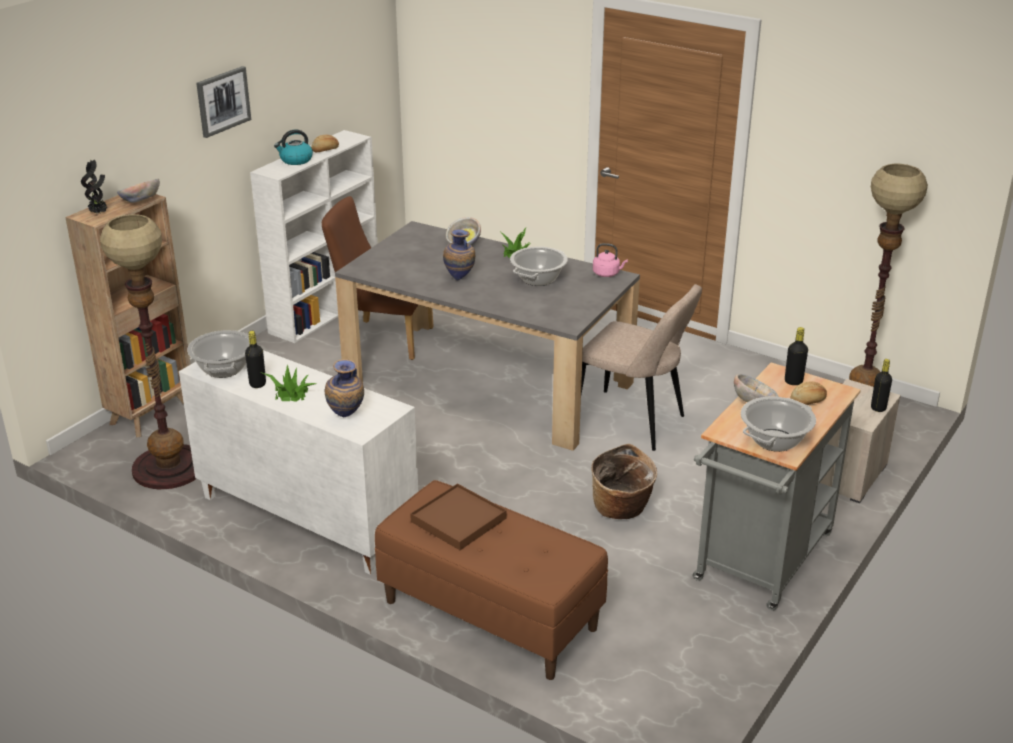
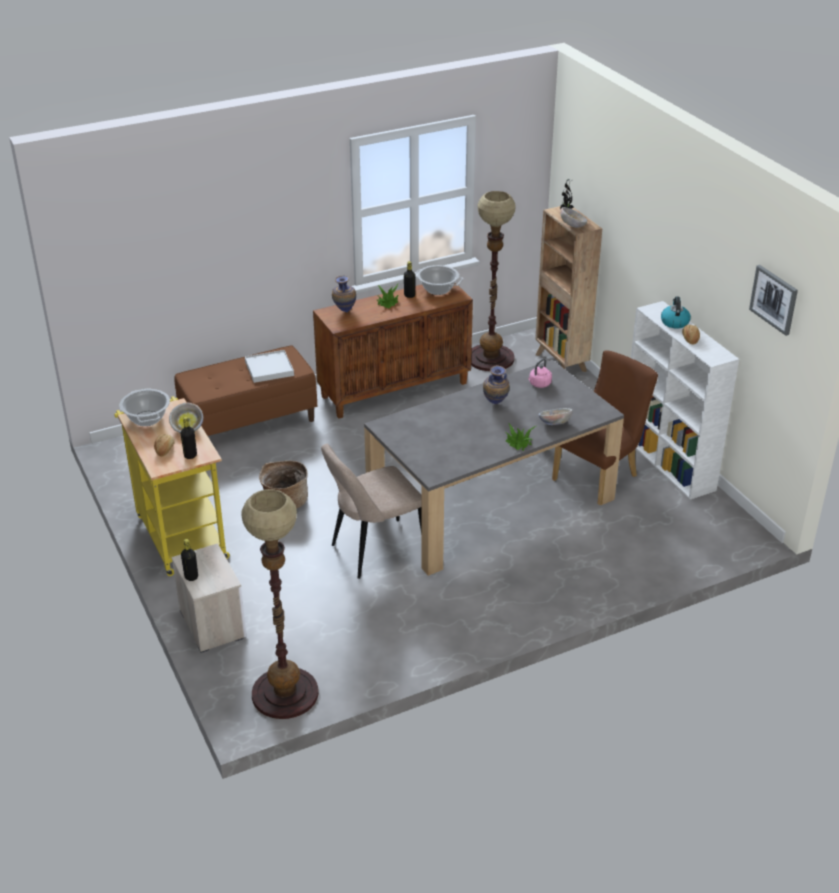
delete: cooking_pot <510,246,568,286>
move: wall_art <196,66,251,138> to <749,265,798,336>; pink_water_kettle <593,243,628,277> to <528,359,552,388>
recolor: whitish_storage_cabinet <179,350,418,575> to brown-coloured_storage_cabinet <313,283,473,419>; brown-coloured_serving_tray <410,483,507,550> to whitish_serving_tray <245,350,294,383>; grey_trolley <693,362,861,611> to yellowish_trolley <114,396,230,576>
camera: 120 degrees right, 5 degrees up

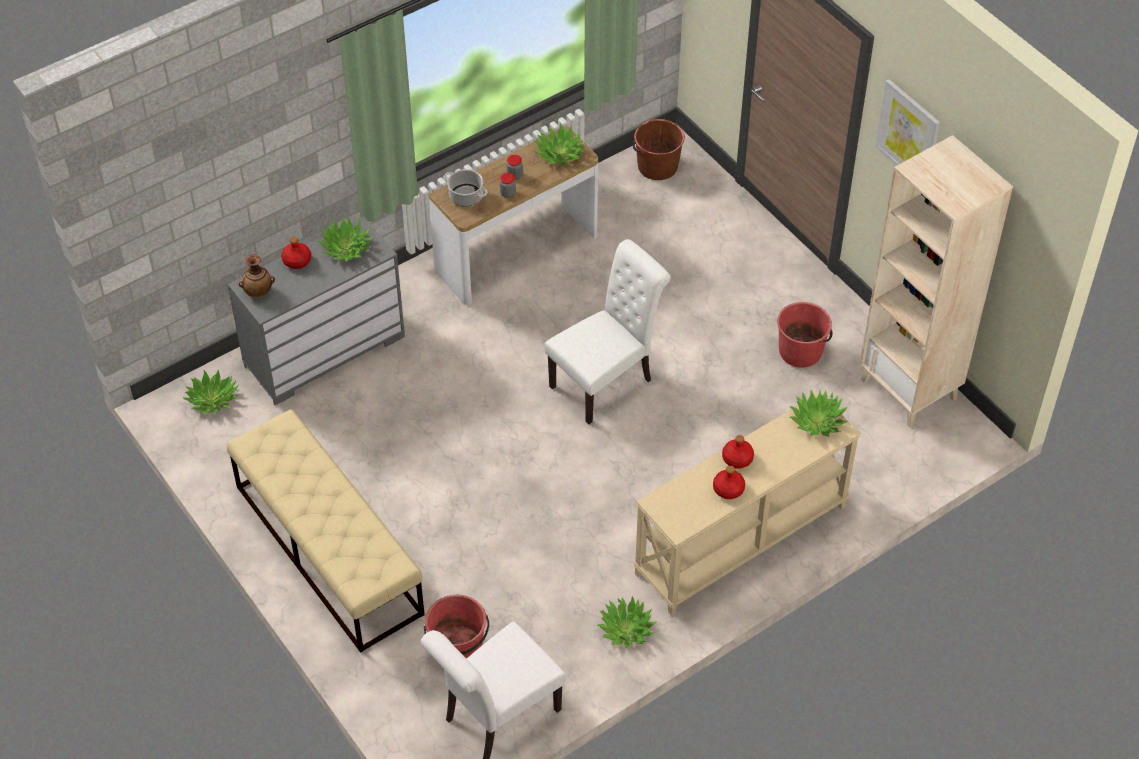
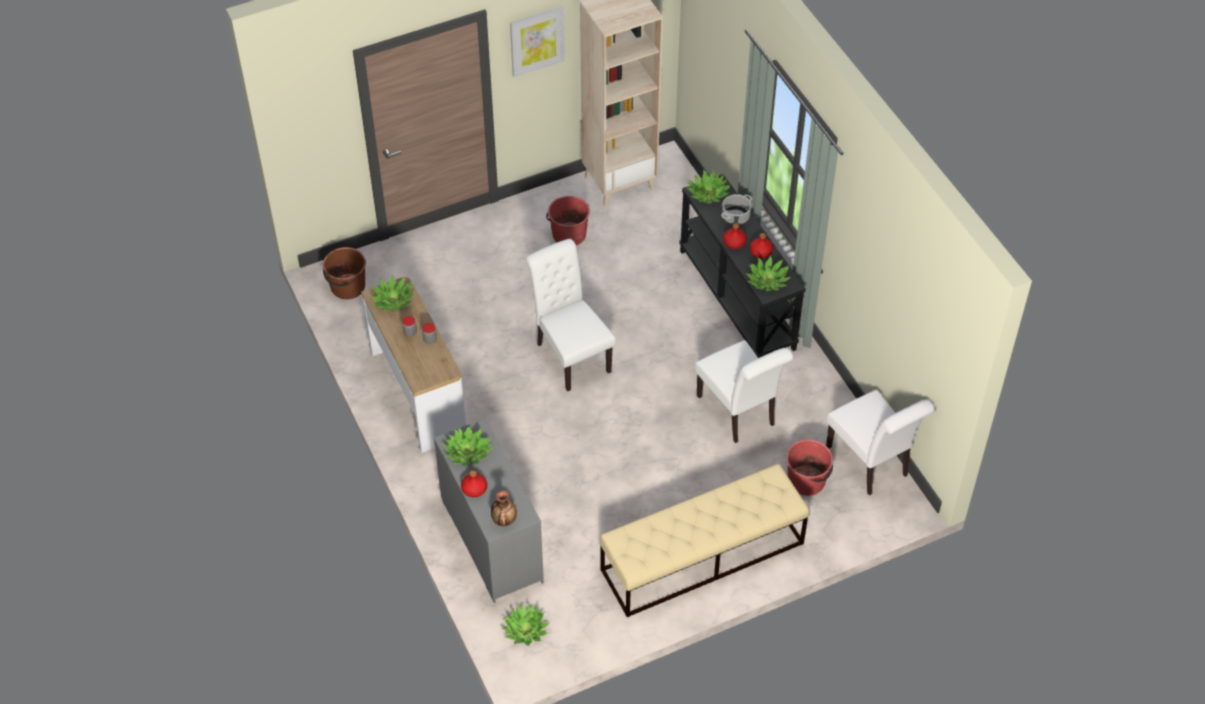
insert: whitish_upright_chair <695,340,794,443>
move: cooking_pot <443,169,488,207> to <721,194,752,225>; houseplant <597,596,657,648> to <745,255,791,291>
recolor: beige_console_table <633,393,861,616> to black_console_table <679,174,806,358>
camera: 80 degrees left, 0 degrees up

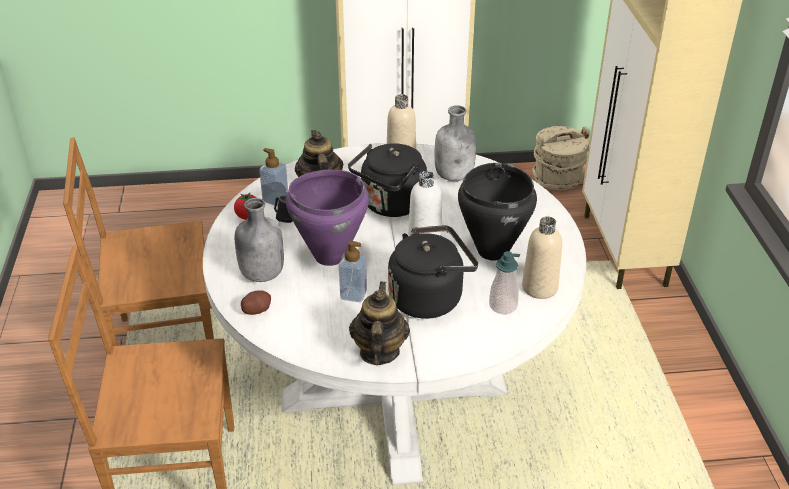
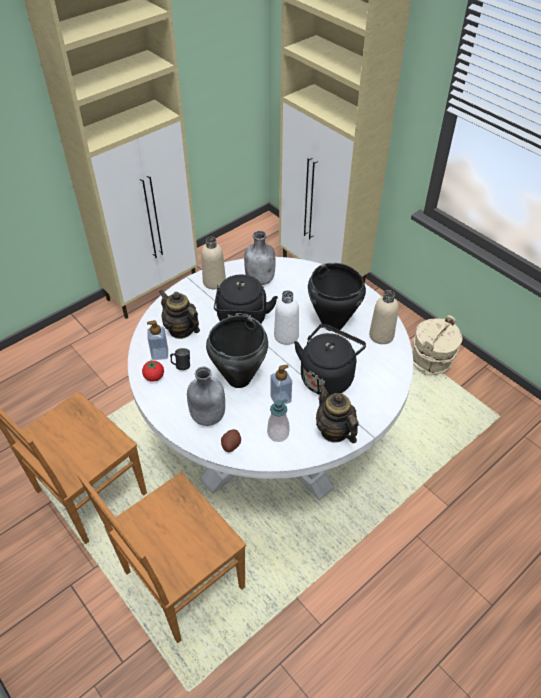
move: soap_dispenser <489,251,520,314> to <267,399,289,442>; beige_bucket <532,126,590,190> to <412,315,462,376>
recolor: purplish_cooking_pot <286,170,369,266> to black_cooking_pot <206,315,268,388>
camera: 35 degrees left, 10 degrees up

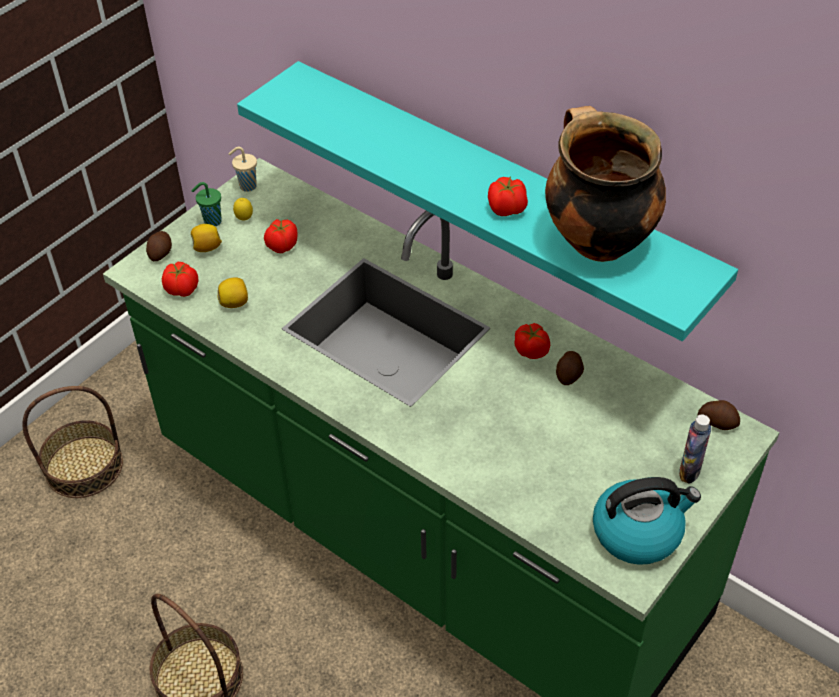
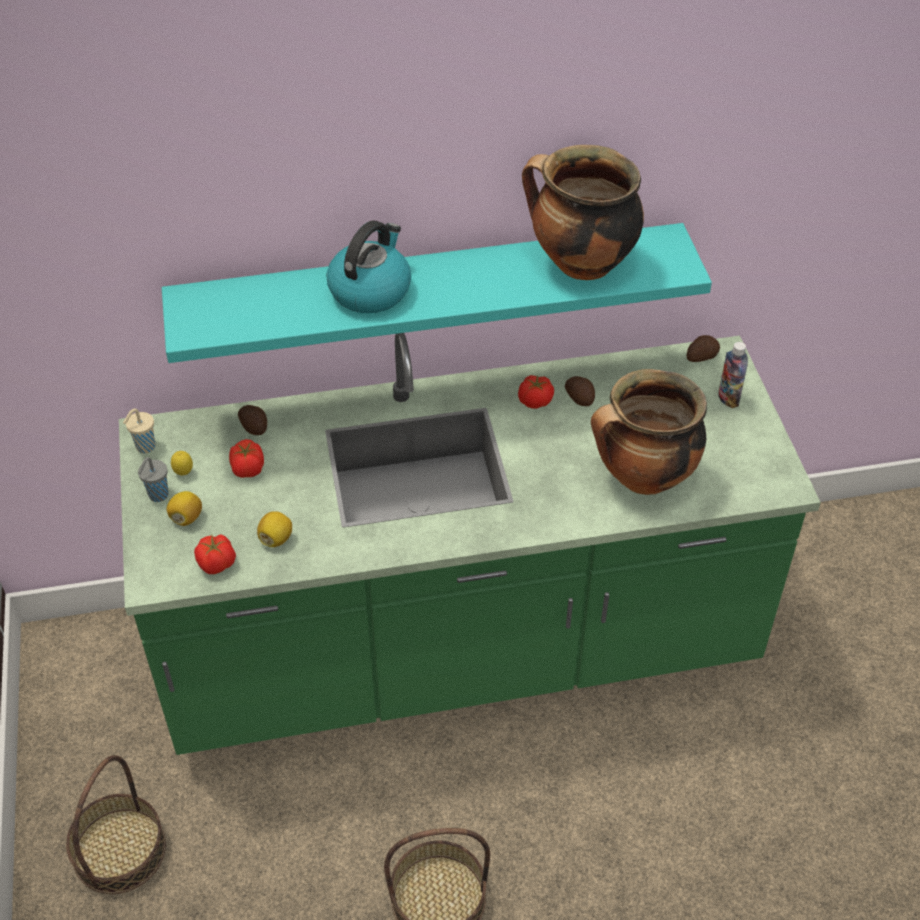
delete: whole_tomato <488,177,528,216>
insert: cooking_pot <591,369,707,495>
move: potato <146,231,172,261> to <238,405,267,435>; water_kettle <593,477,701,565> to <327,220,411,313>
recolor: green-coloured_cup <191,182,222,226> to grey_cup <138,457,169,502>
camera: 50 degrees left, 0 degrees up

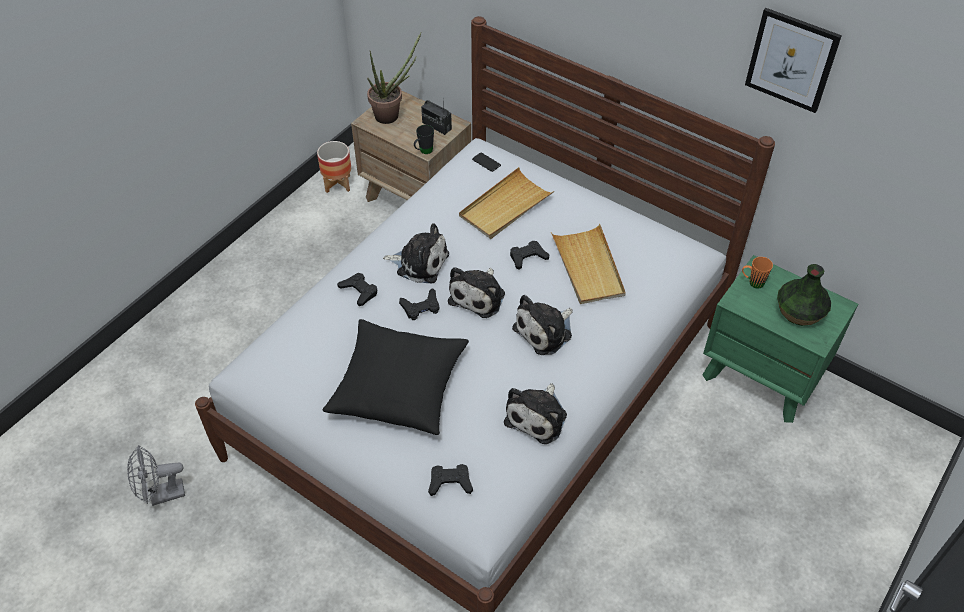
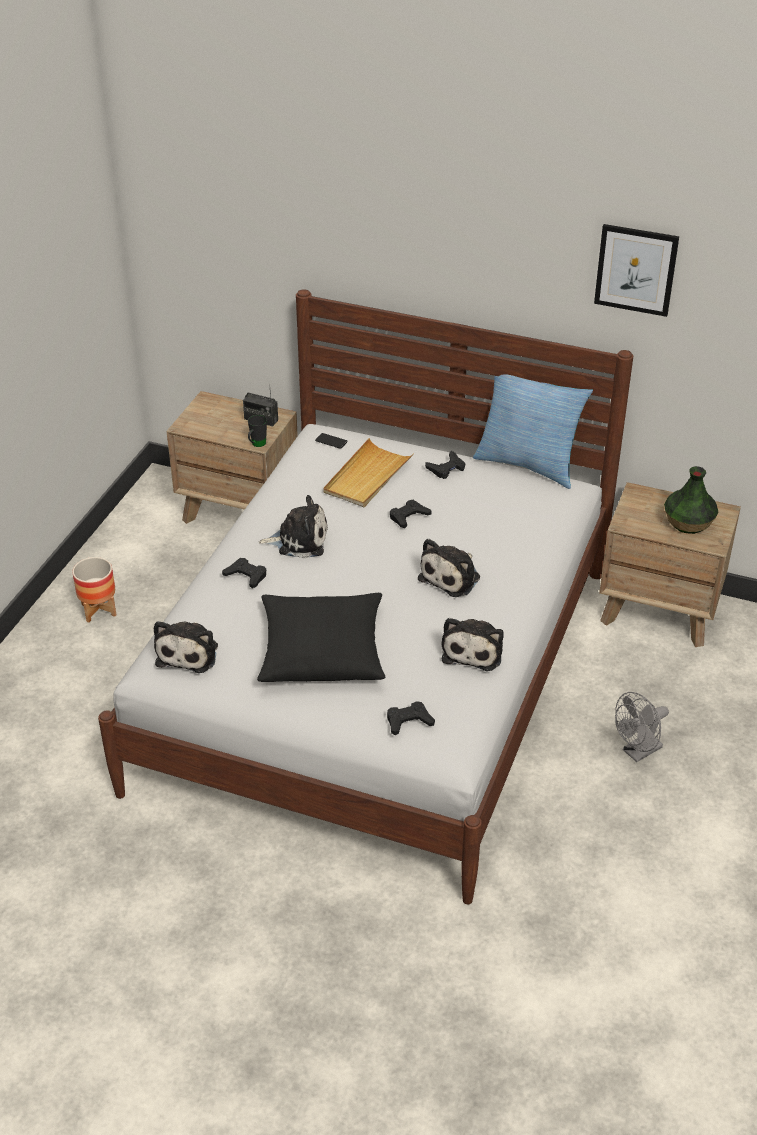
delete: houseplant <367,32,421,124>; beige_serving_tray <551,224,626,304>; orangey_coffee_mug <742,257,773,289>
insert: pillow <473,375,593,489>
move: grey_electric_fan <127,445,185,506> to <615,692,669,762>; flower_pot <317,141,351,193> to <72,557,117,623>; black_joypad <399,288,439,320> to <425,451,465,479>; cuddly_toy <448,267,505,318> to <154,621,218,673>
recolor: green-coloured_night_table <702,255,858,423> to brown-coloured_night_table <599,482,741,647>
camera: 15 degrees left, 10 degrees down

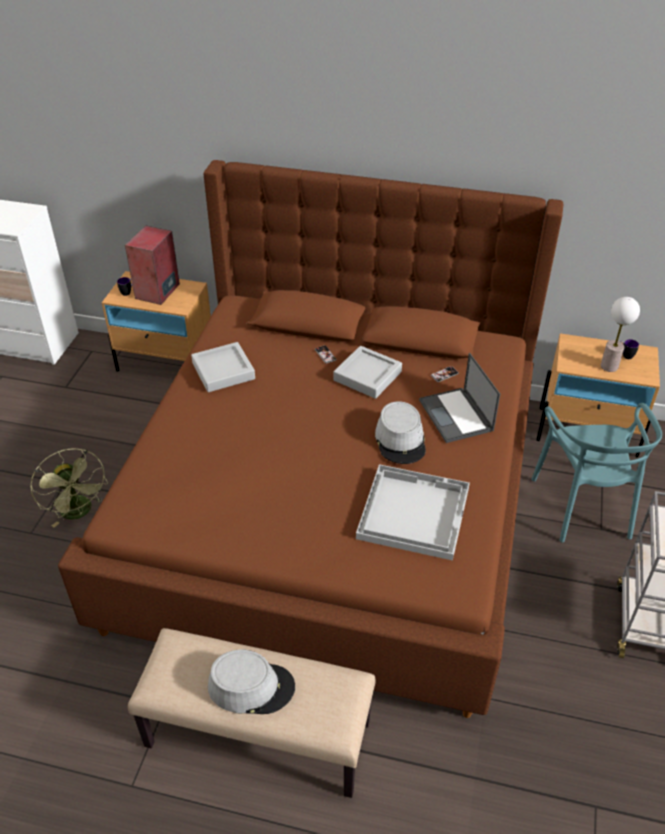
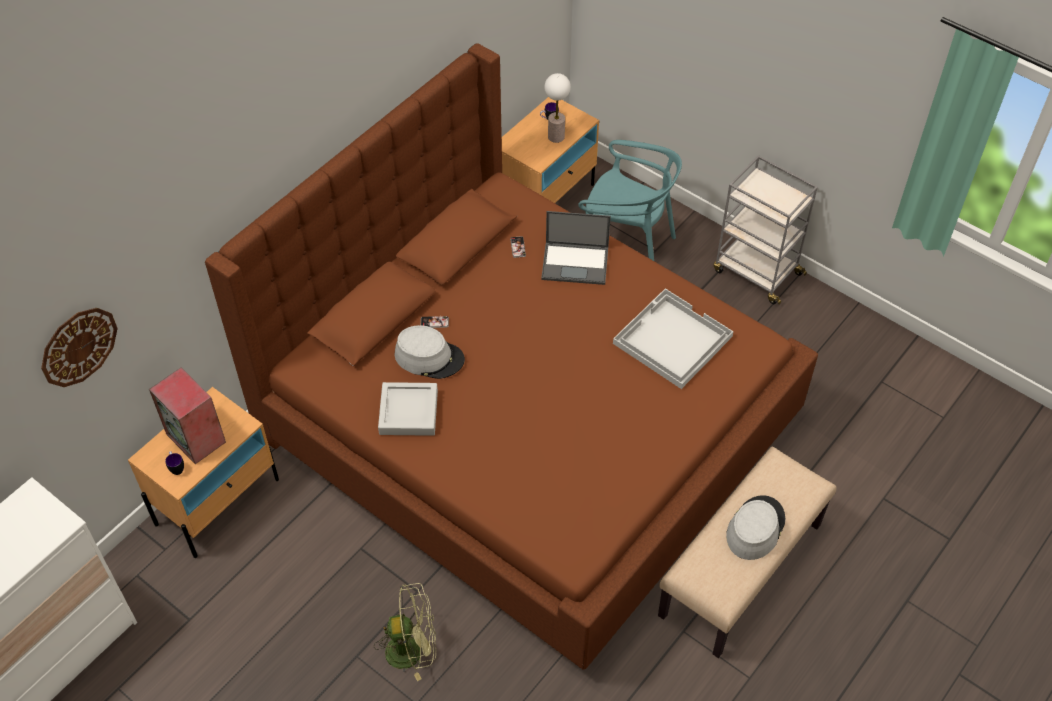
delete: grey_serving_tray <333,346,402,399>
insert: hanging_clock <41,308,118,387>
move: grey_clothing_hat <375,401,426,464> to <395,325,465,379>
camera: 65 degrees left, 10 degrees up

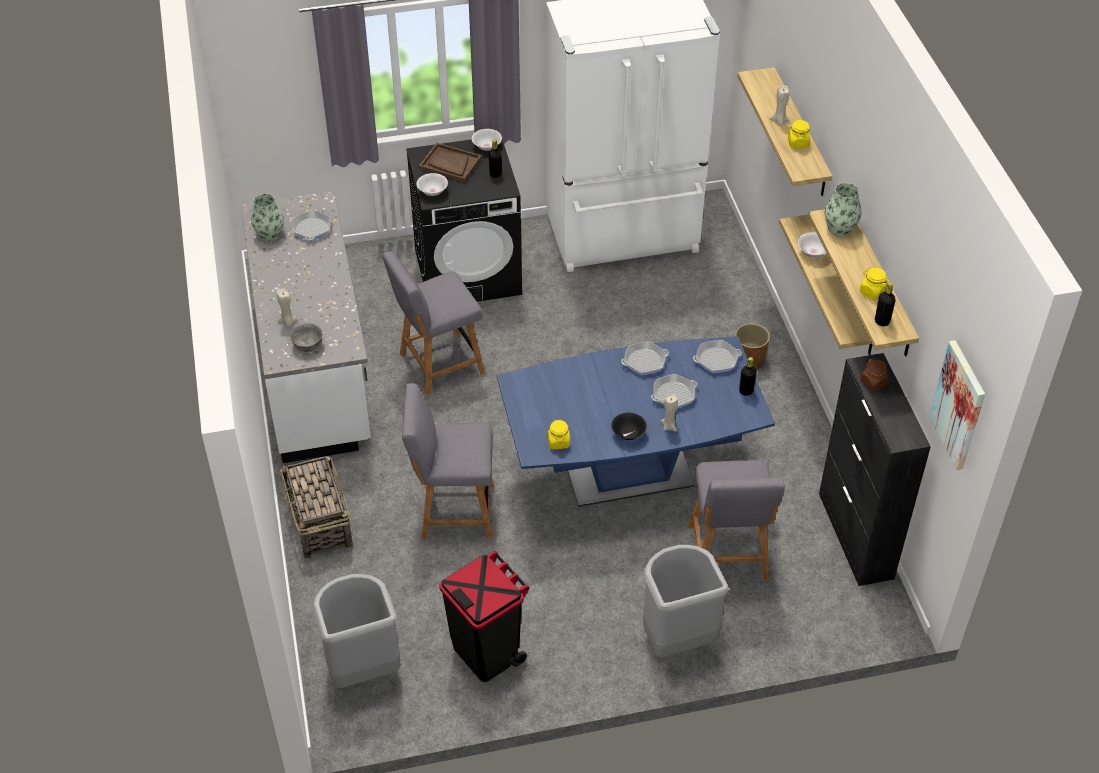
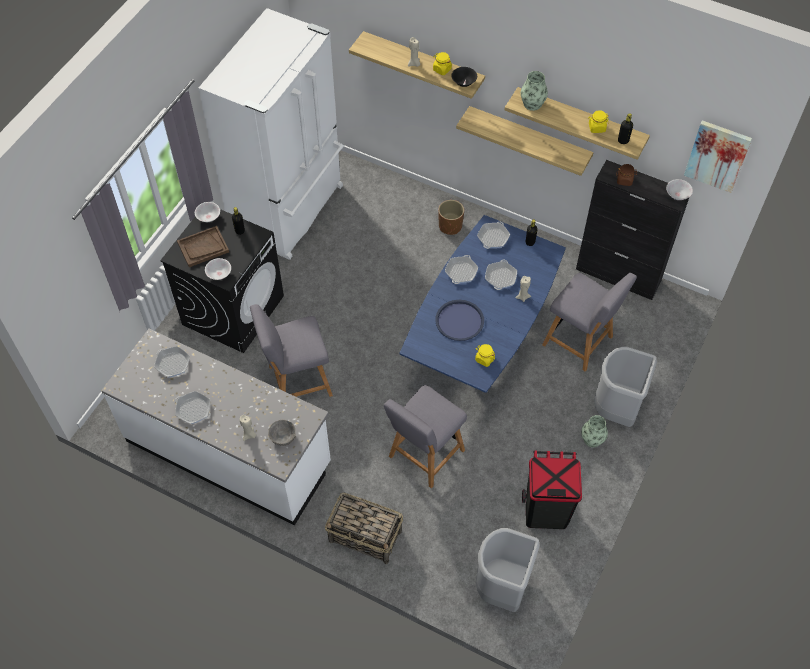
insert: pan <175,391,211,424>; bluish_serving_tray <436,300,484,341>
move: vase <251,194,284,241> to <581,415,608,447>; black_deep_dish <611,413,647,440> to <451,67,477,87>; whitish_deep_dish <798,232,826,258> to <666,179,693,200>
rotate: grey_upright_chair <382,251,485,396> = <250,304,333,397> 60 degrees clockwise
camera: 50 degrees left, 10 degrees up

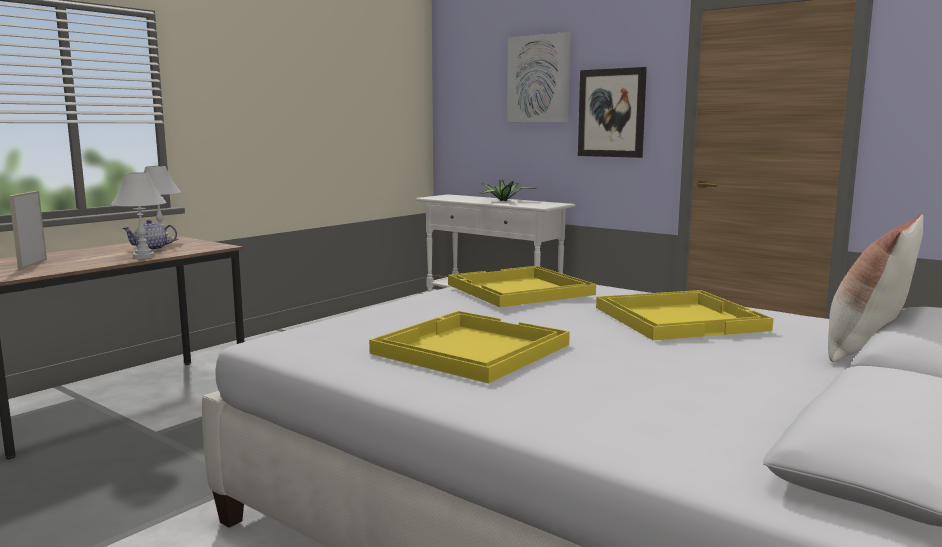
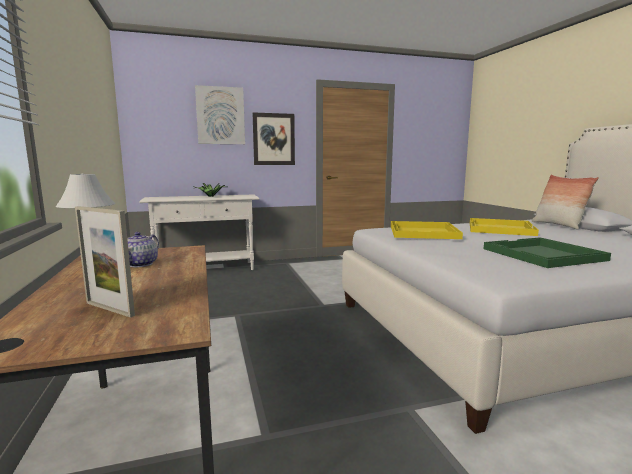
delete: whitish_table_lamp <111,172,167,259>
recolor: yellowish_serving_tray <369,311,570,383> to green-coloured_serving_tray <484,237,611,268>
camera: 55 degrees left, 0 degrees up

